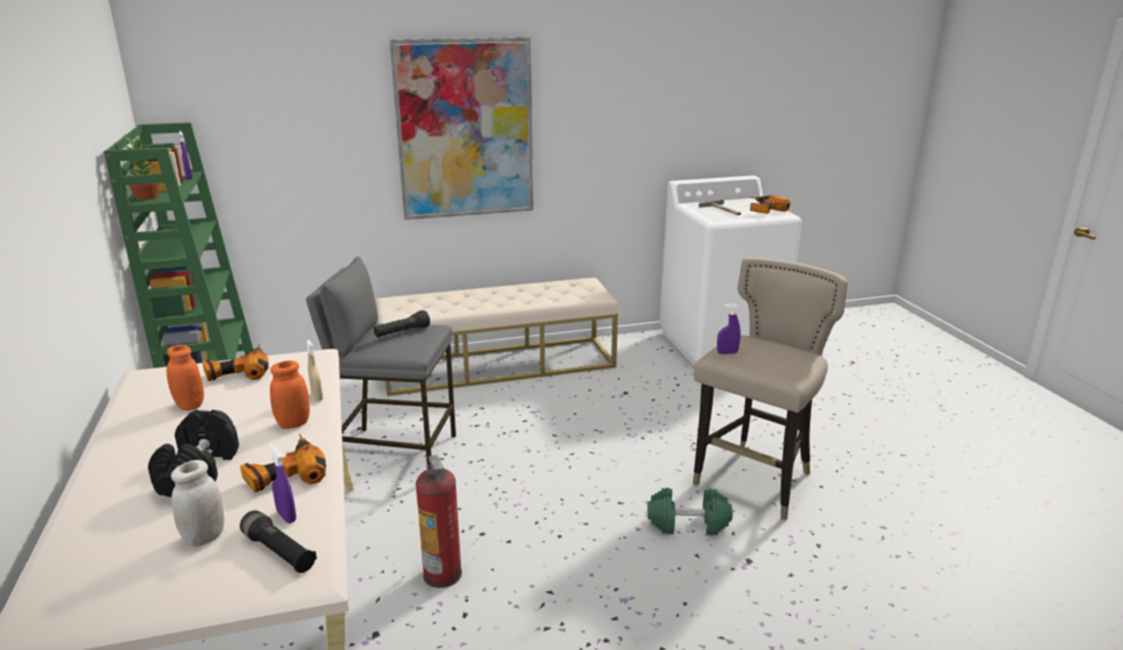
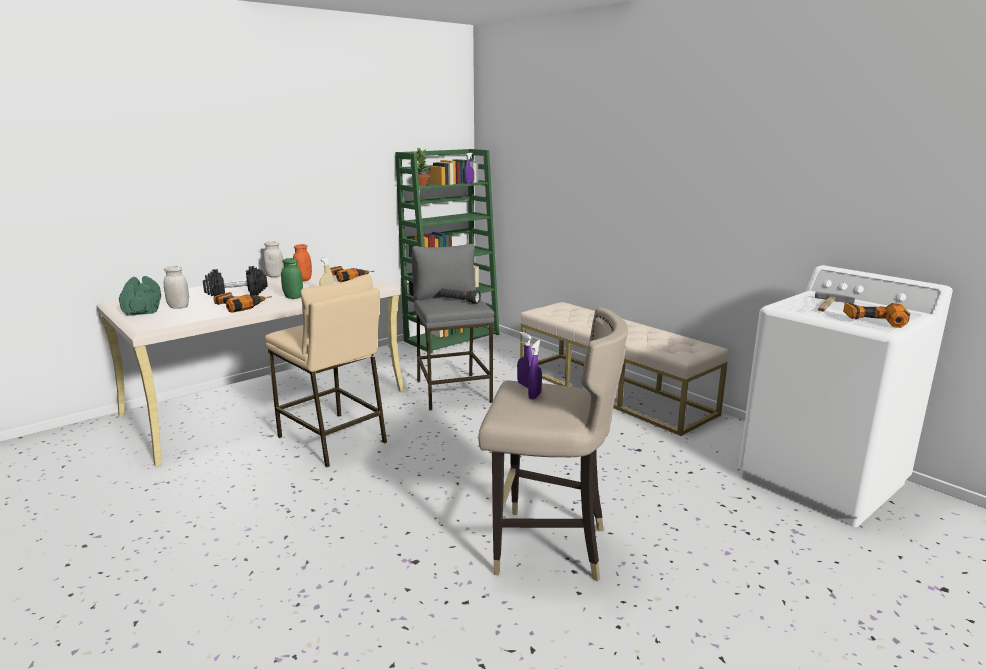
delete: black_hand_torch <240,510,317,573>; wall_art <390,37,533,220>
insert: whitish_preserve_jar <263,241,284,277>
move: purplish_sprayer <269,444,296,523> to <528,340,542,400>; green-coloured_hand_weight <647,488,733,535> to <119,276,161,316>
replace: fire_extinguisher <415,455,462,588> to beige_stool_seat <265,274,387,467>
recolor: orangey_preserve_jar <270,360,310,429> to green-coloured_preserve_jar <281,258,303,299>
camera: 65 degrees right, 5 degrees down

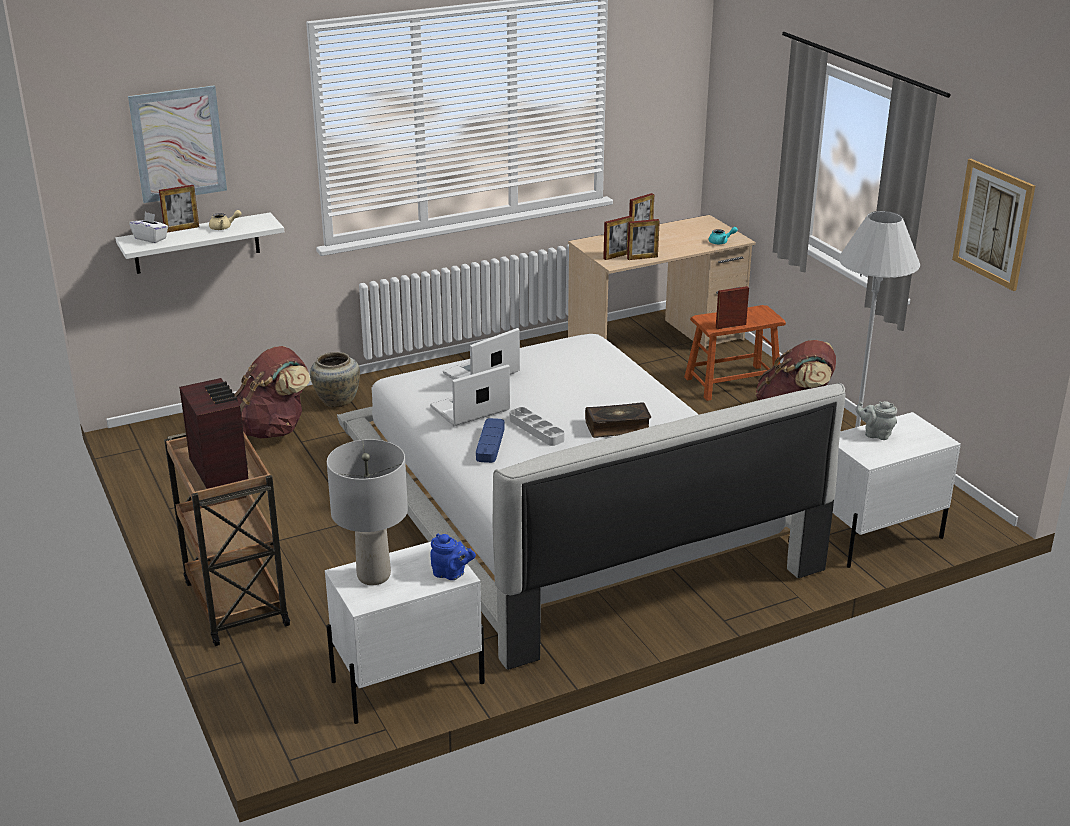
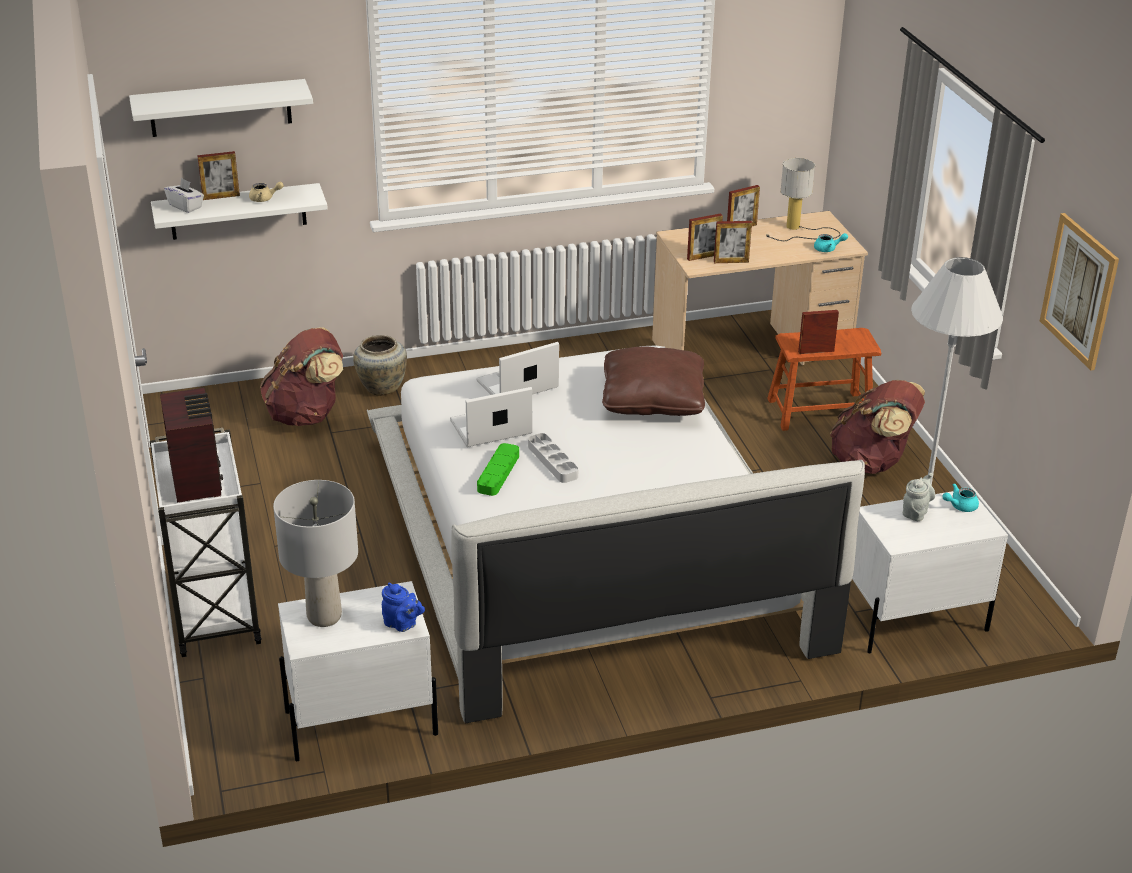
delete: book <585,402,651,438>
insert: brown-coloured_pillow <602,347,705,416>; table_lamp <766,158,841,241>; turquoise-coloured_tea_pot <942,483,979,512>
replace: wall_art <128,85,227,203> to whitish_bracket_shelf <129,79,313,137>
recolor: brown-coloured_trolley <164,431,290,646> to whitish_trolley <150,428,262,657>; bluish_serving_tray <476,418,505,463> to green-coloured_serving_tray <477,443,519,496>
rotate: grey_tea_pot <856,401,897,440> = <903,473,935,521> 90 degrees clockwise
camera: 10 degrees right, 5 degrees up

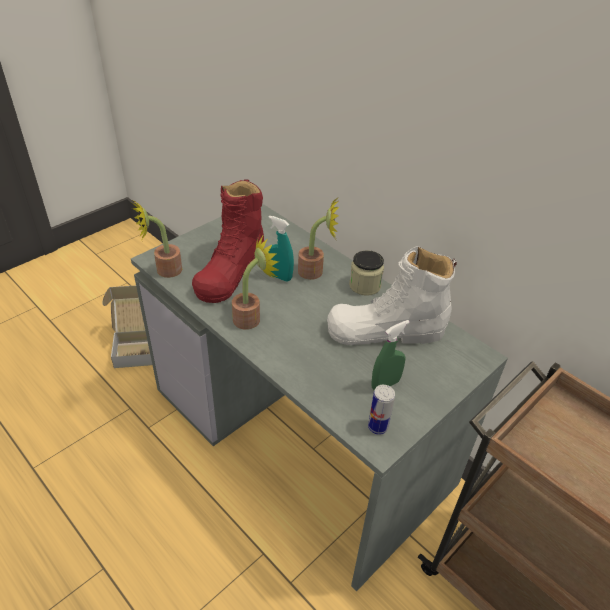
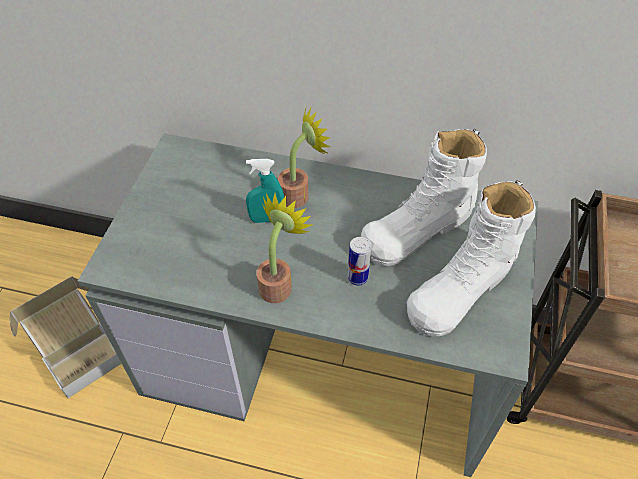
delete: houseplant <131,199,182,278>; reddish_tall_boot <192,179,264,303>; preserve_jar <349,250,384,296>
move: metal_can <368,385,395,435> to <348,237,372,286>
replace: green-coloured_sprayer <372,320,410,390> to whitish_tall_boot <407,180,536,337>
camera: 30 degrees left, 10 degrees up

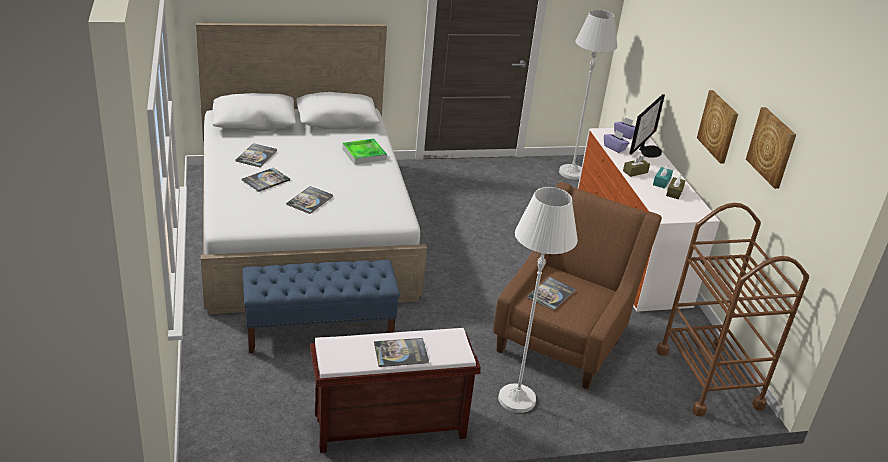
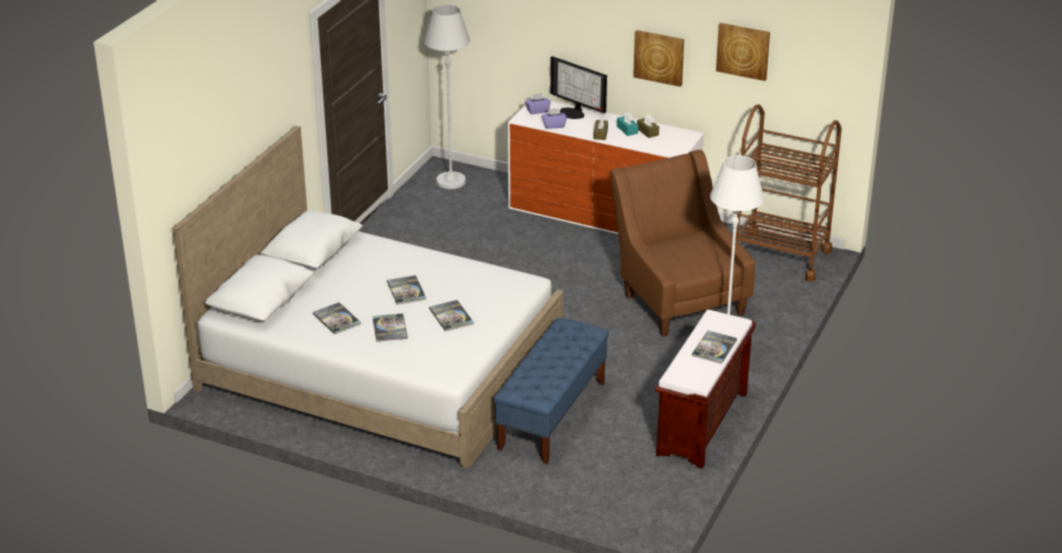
delete: serving_tray <342,138,387,165>
move: book <527,277,575,311> to <387,275,426,305>
rotate: computer_screen <629,94,665,158> = <550,56,607,119> 150 degrees clockwise
camera: 50 degrees left, 0 degrees up

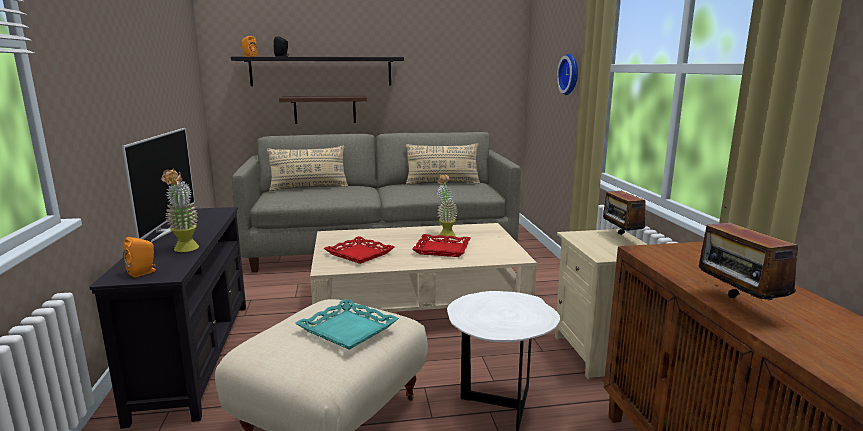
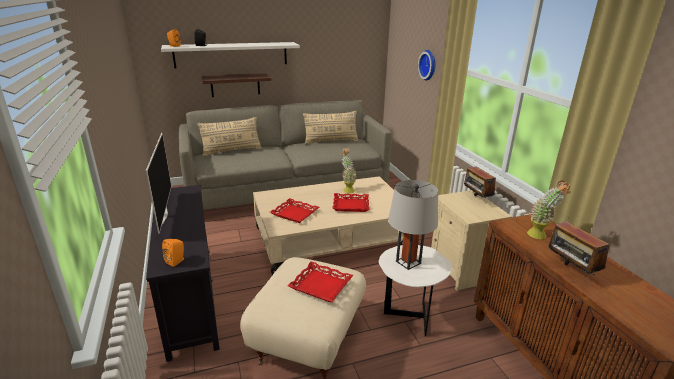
insert: grey_table_lamp <388,180,438,270>
move: houseplant <161,168,199,252> to <527,181,571,239>
recolor: black_bracket_shelf <231,57,404,86> to whitish_bracket_shelf <161,42,300,69>; turquoise-coloured_serving_tray <295,299,399,350> to reddish_serving_tray <287,261,353,302>
camera: 10 degrees left, 10 degrees up

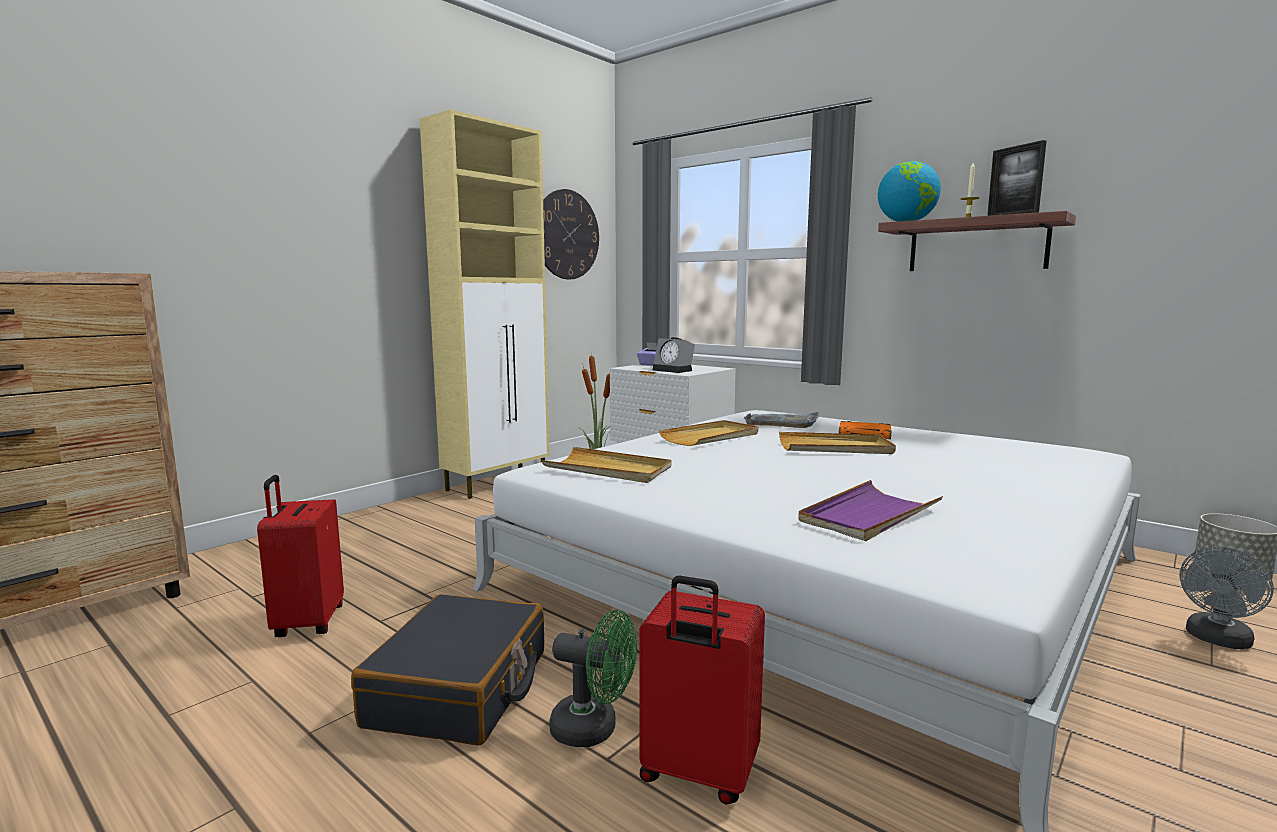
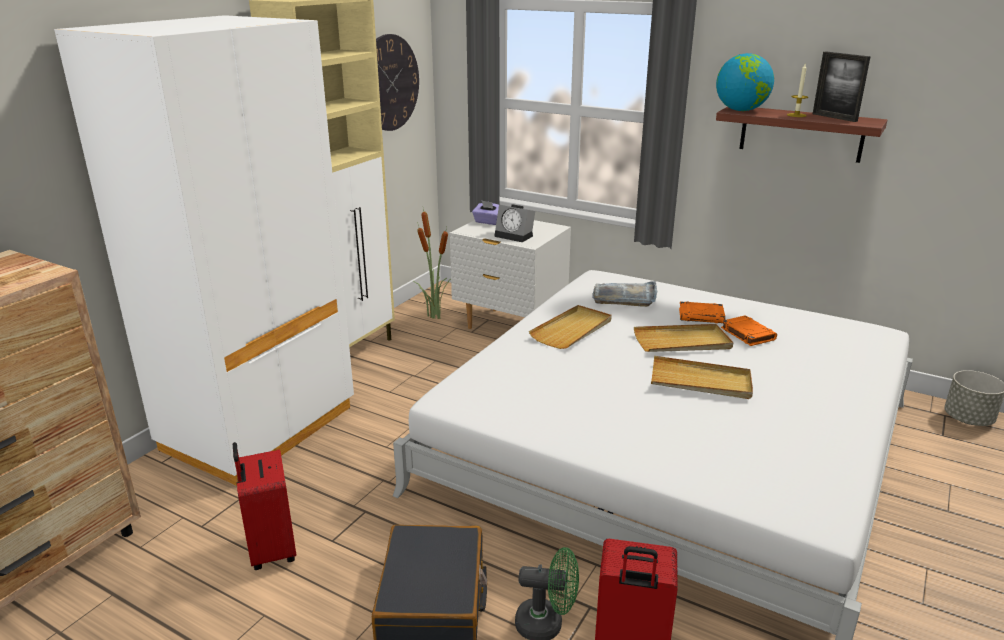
delete: purplish_serving_tray <798,480,943,541>; grey_electric_fan <1180,547,1274,649>
insert: whitish_armoire <54,15,354,486>; orangey_book <721,315,777,346>
move: beige_serving_tray <542,447,671,483> to <651,356,753,399>
camera: 10 degrees left, 15 degrees up

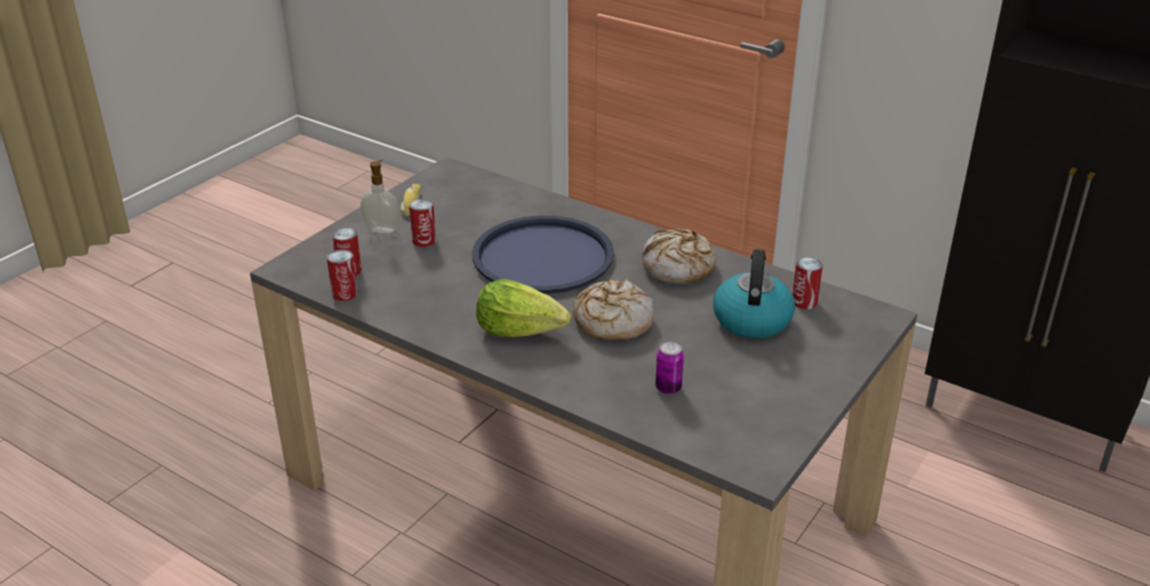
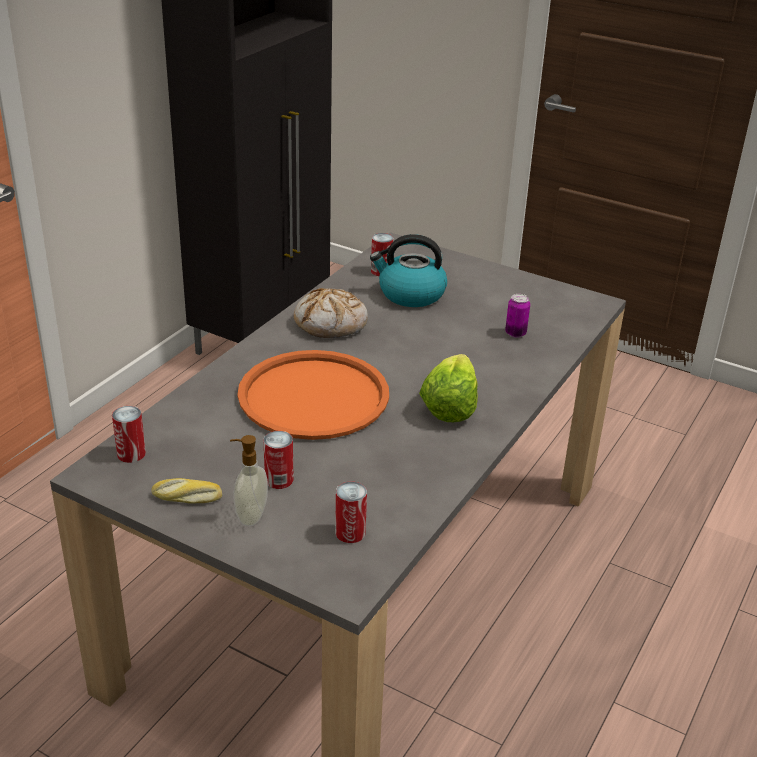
delete: bread <573,279,654,340>
move: metal_can <327,250,358,301> to <112,406,146,463>
recolor: bluish_serving_tray <472,215,614,294> to orangey_serving_tray <237,350,389,440>
camera: 95 degrees left, 0 degrees up

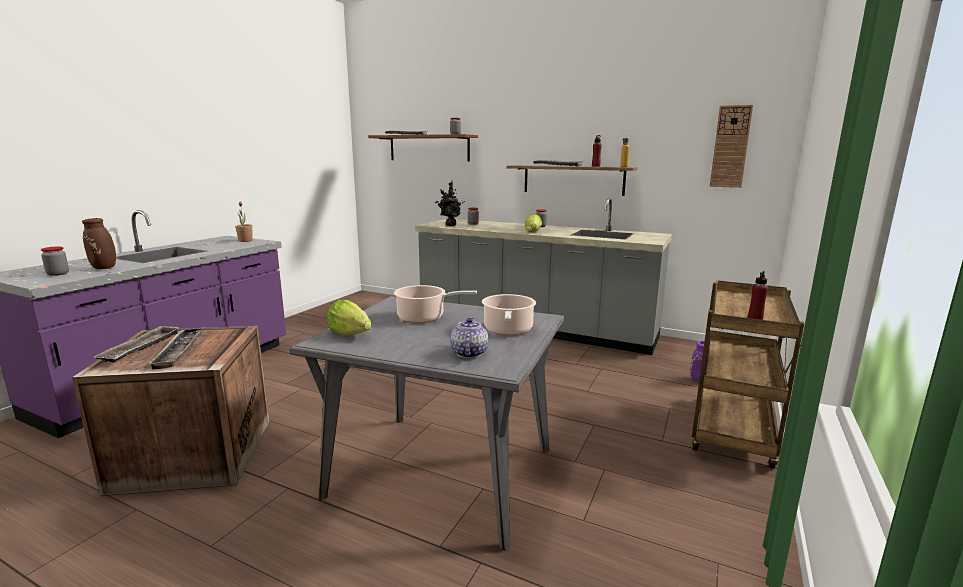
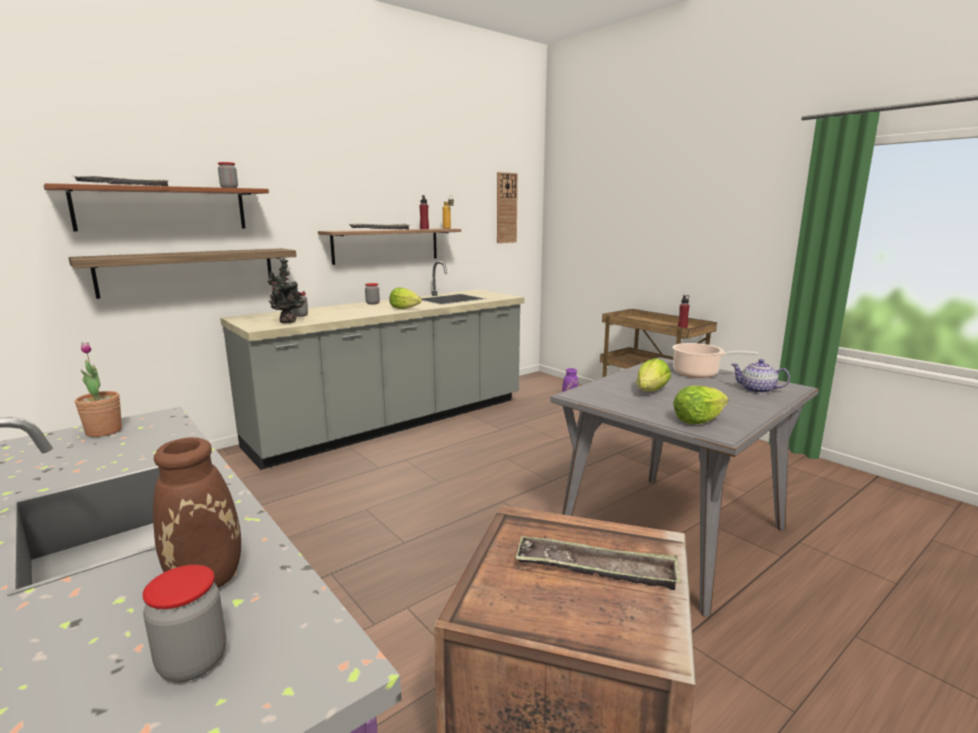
delete: serving_tray <94,325,180,363>
insert: bracket_shelf <68,248,297,299>
replace: cooking_pot <394,285,477,323> to lettuce_head <637,358,671,391>
camera: 65 degrees left, 0 degrees up

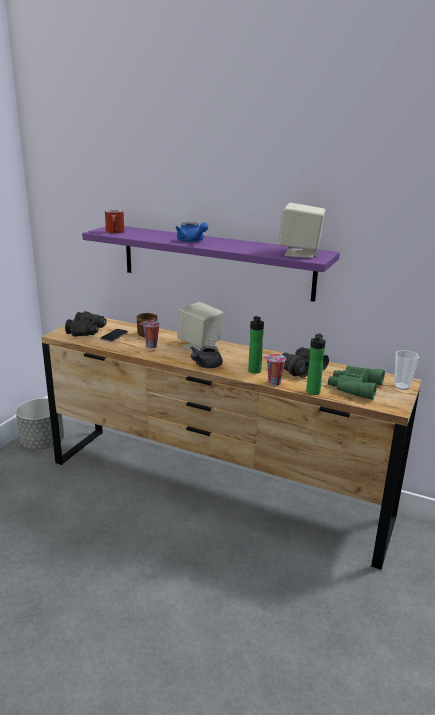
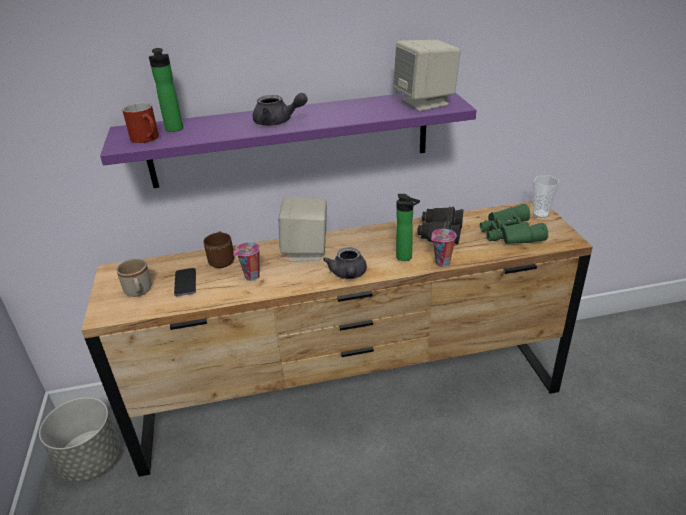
move: drink_bottle <306,334,326,395> to <149,48,183,132>
replace: black_pair_of_binoculars <65,311,107,337> to beige_coffee_mug <116,259,152,297>
recolor: bluish_tea_pot <175,222,208,242> to grey_tea_pot <253,93,308,126>
camera: 35 degrees left, 10 degrees up

